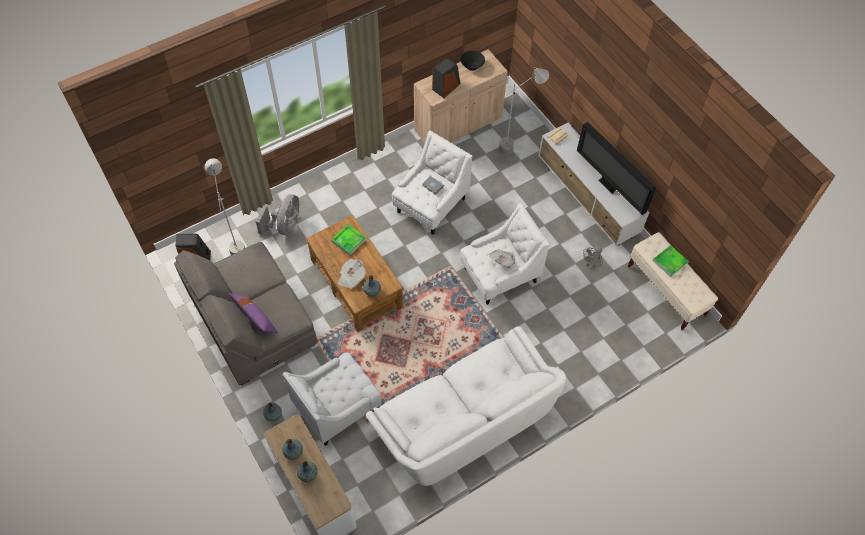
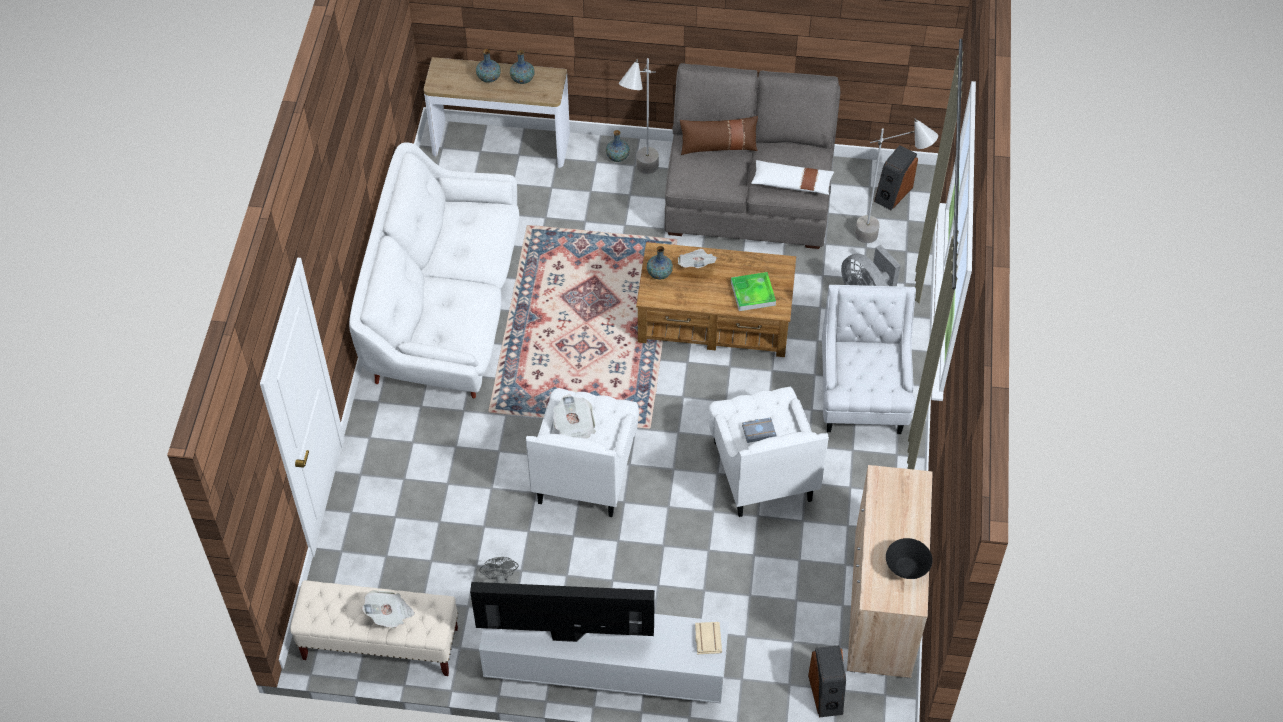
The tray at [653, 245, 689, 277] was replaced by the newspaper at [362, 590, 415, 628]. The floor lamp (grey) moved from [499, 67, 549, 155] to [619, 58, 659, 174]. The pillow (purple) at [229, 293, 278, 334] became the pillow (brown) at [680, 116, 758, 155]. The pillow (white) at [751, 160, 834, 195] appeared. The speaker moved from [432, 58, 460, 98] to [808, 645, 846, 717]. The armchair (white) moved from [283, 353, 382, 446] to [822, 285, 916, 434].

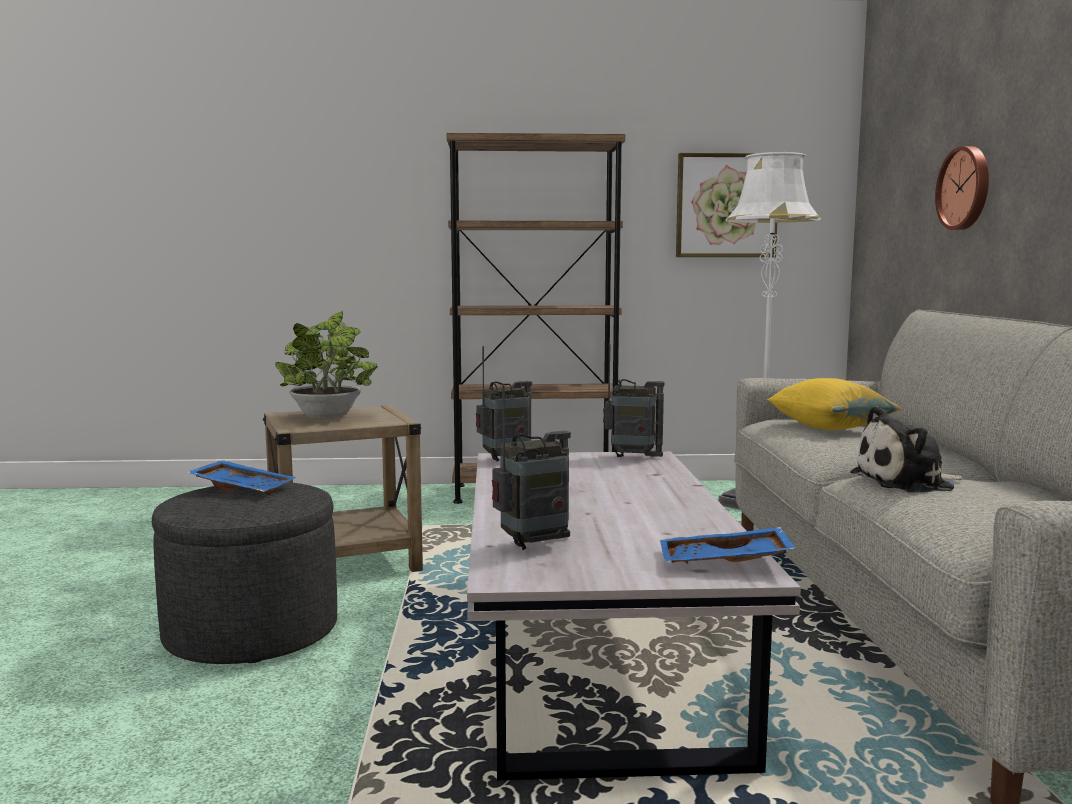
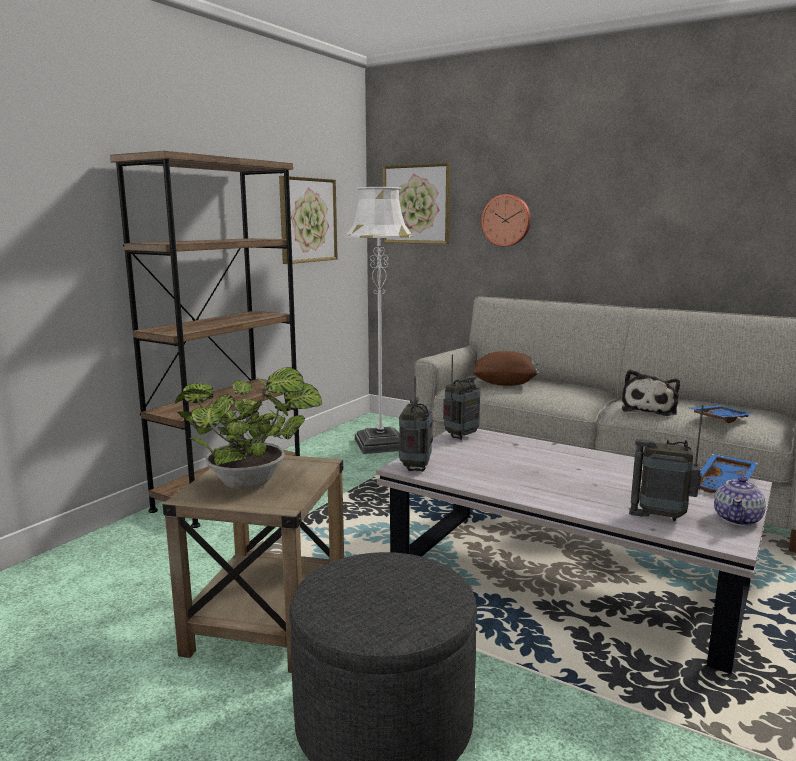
The picture at [383, 163, 451, 244] appeared. The pillow (yellow) at [767, 378, 901, 430] became the pillow (brown) at [473, 351, 539, 386]. The radio at [492, 383, 571, 550] turned 75 degrees counterclockwise. The tray (blue) moved from [187, 460, 296, 495] to [690, 405, 752, 423]. The teapot at [714, 476, 766, 526] appeared.

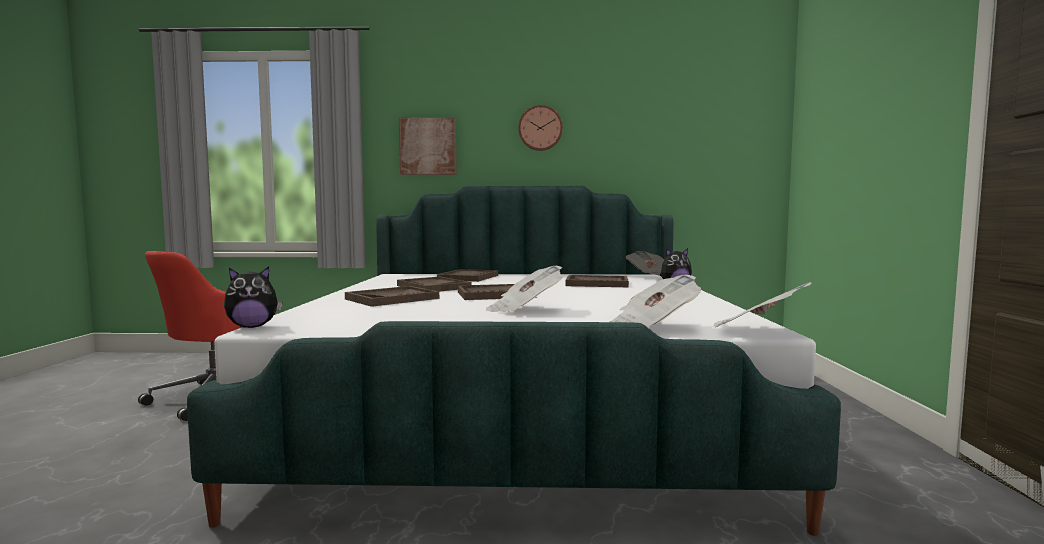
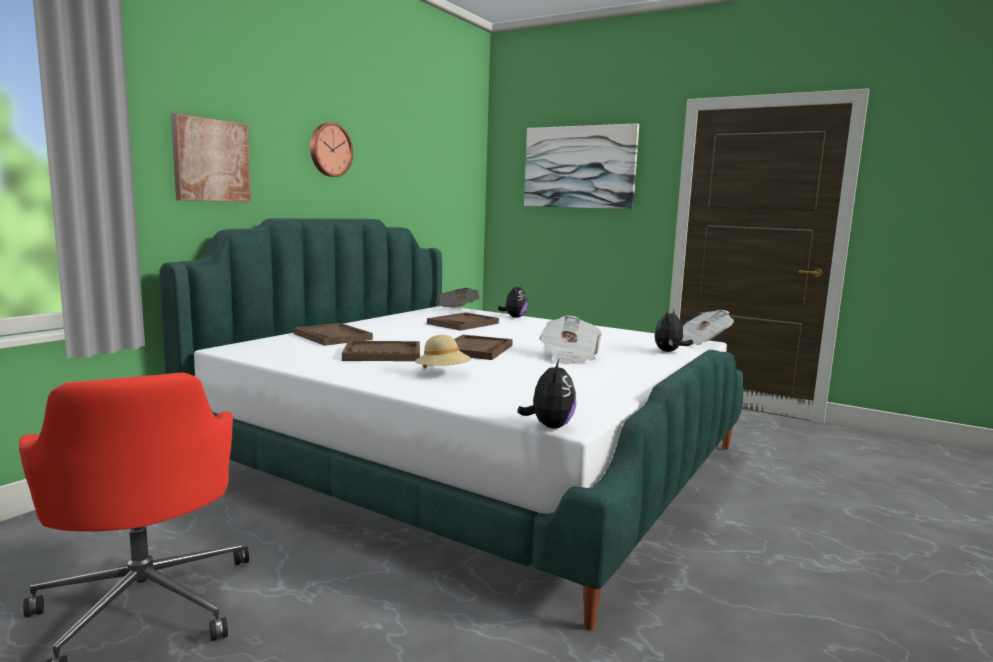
The tray (brown) at [345, 286, 439, 307] was replaced by the hat (beige) at [415, 335, 472, 369]. The picture at [524, 123, 639, 209] appeared. The newspaper at [610, 275, 701, 328] was replaced by the plush toy at [654, 309, 693, 352].

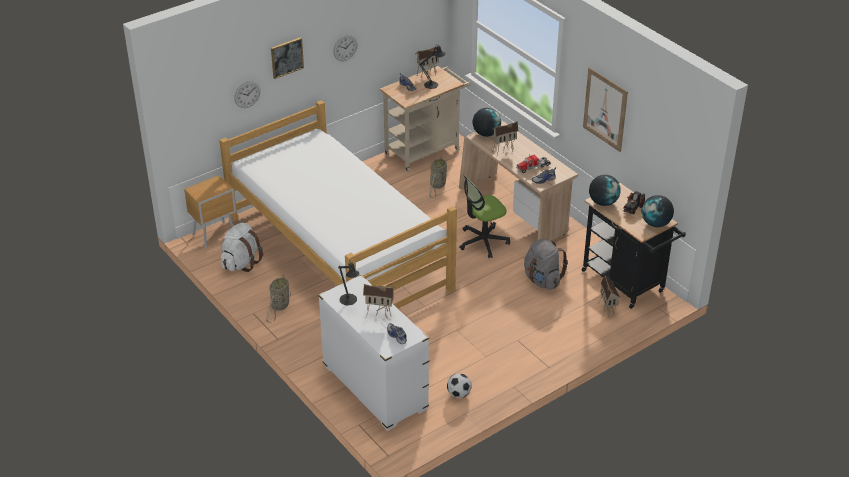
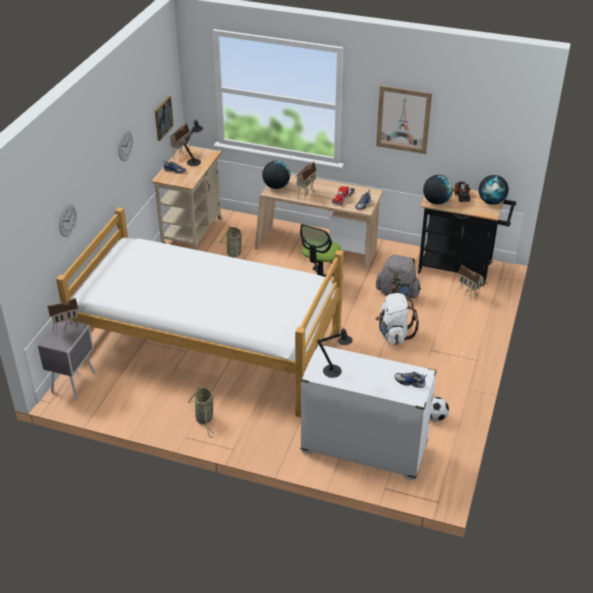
The nightstand (brown) at [184, 175, 236, 248] became the nightstand (grey) at [38, 320, 95, 399]. The toy house moved from [363, 284, 395, 320] to [47, 298, 79, 338]. The picture moved from [271, 37, 304, 79] to [155, 96, 174, 141]. The backpack (white) moved from [221, 223, 263, 272] to [376, 293, 419, 345].

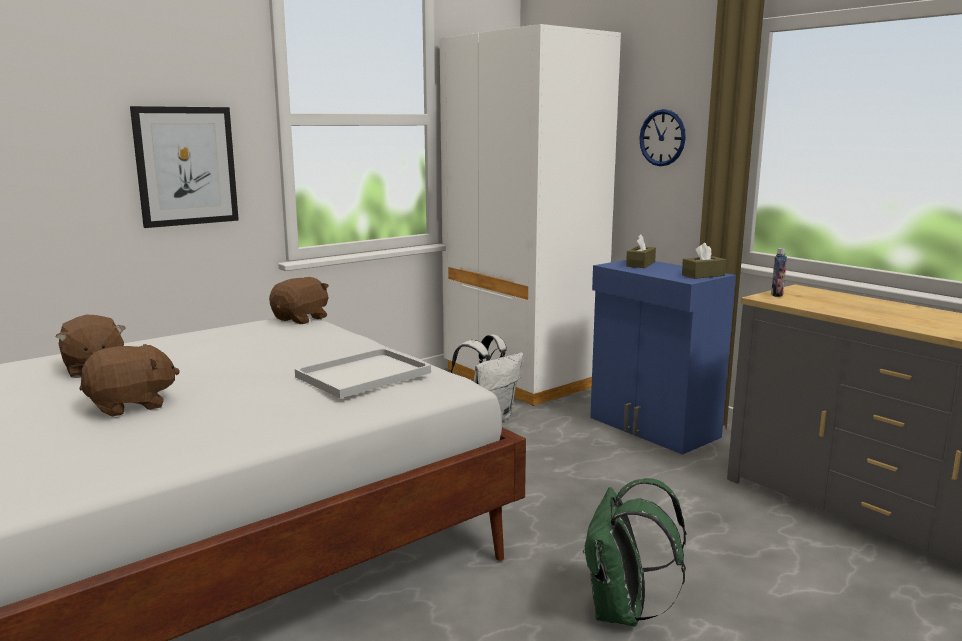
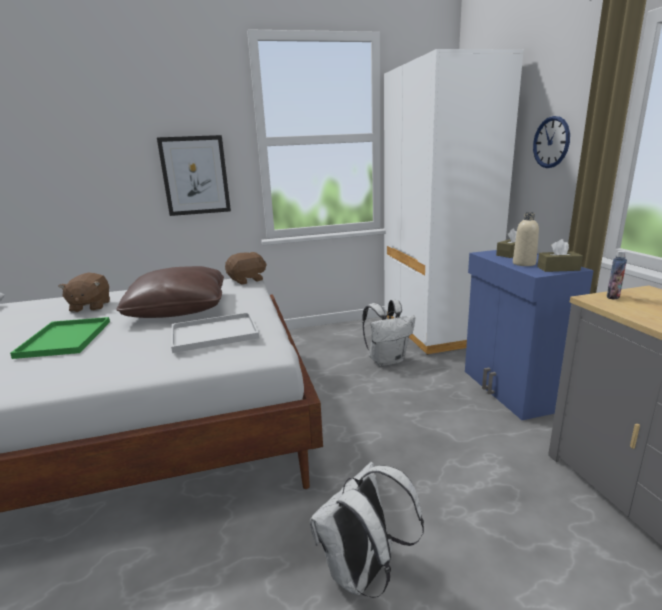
The plush toy (brown) at [79, 344, 180, 417] was replaced by the tray (green) at [10, 317, 110, 359]. The pillow (brown) at [116, 266, 224, 318] appeared. The backpack (green) at [583, 478, 686, 626] became the backpack (white) at [310, 462, 424, 598]. The bottle (beige) at [513, 212, 539, 266] appeared.

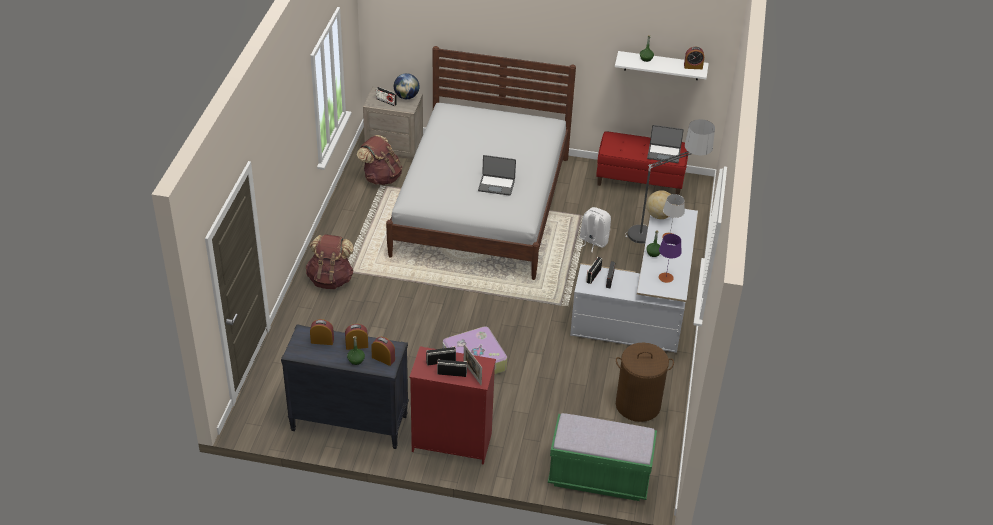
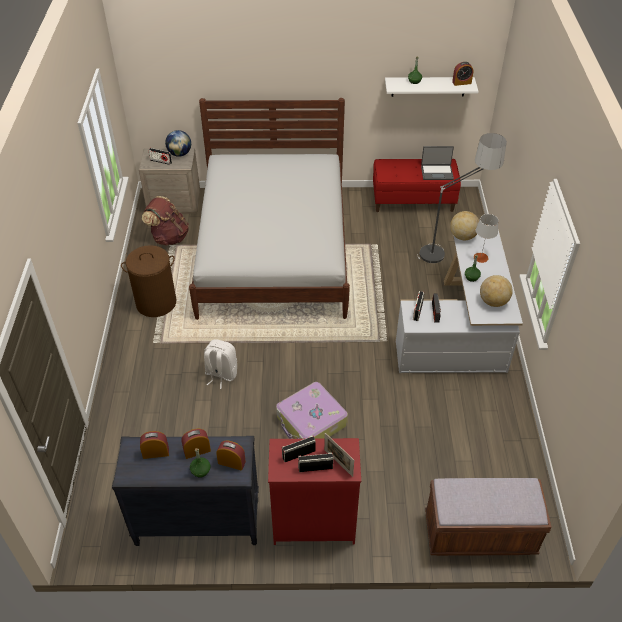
The laundry basket (brown) moved from [616, 343, 674, 422] to [121, 245, 176, 317]. The backpack (white) moved from [579, 207, 611, 252] to [204, 339, 237, 389]. The bench (green) at [548, 413, 657, 501] became the bench (brown) at [425, 478, 552, 556]. The table lamp (purple) at [659, 234, 682, 283] was replaced by the globe at [480, 275, 513, 307]. The backpack (brown) at [306, 234, 354, 289] disappeared. The laptop at [478, 155, 516, 196] disappeared.

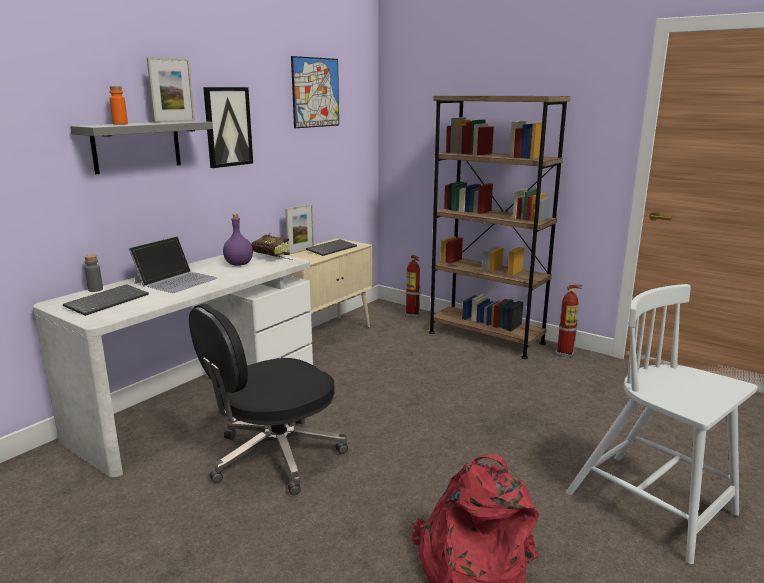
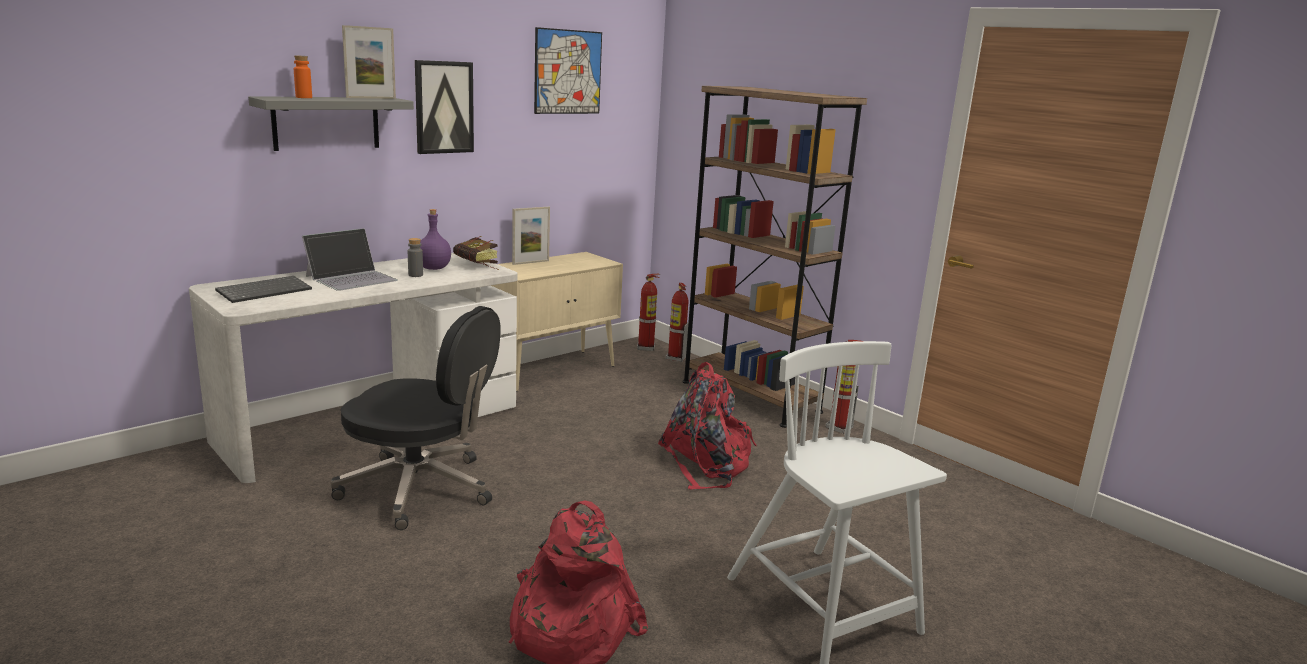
The office chair (black) at [189, 303, 348, 495] turned 135 degrees counterclockwise. The bottle (grey) moved from [85, 255, 103, 292] to [408, 238, 423, 277]. The fire extinguisher at [637, 274, 660, 351] appeared. The backpack (red) at [658, 362, 757, 490] appeared. The keyboard at [306, 239, 357, 256] disappeared.

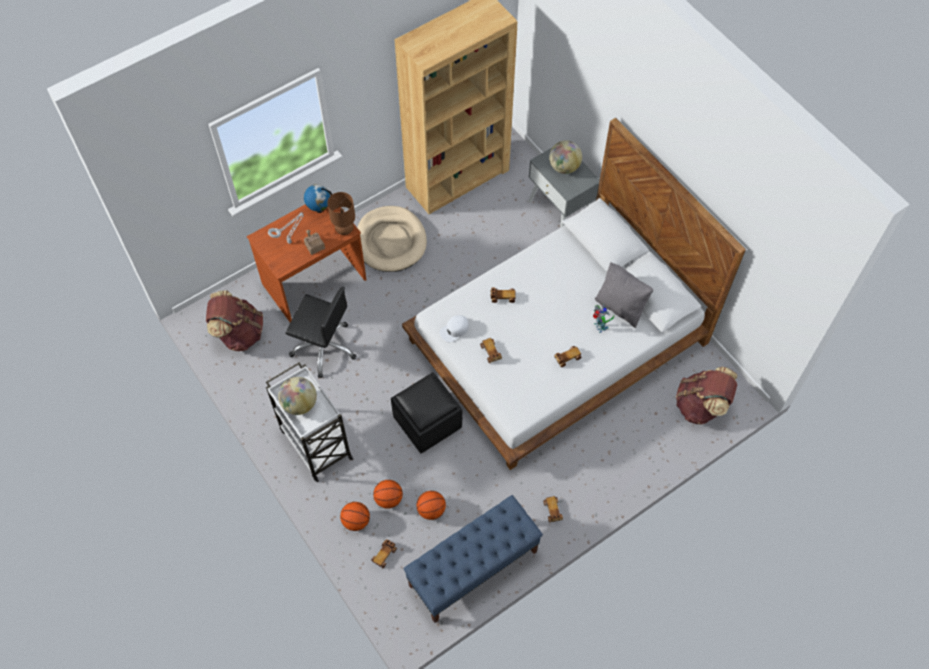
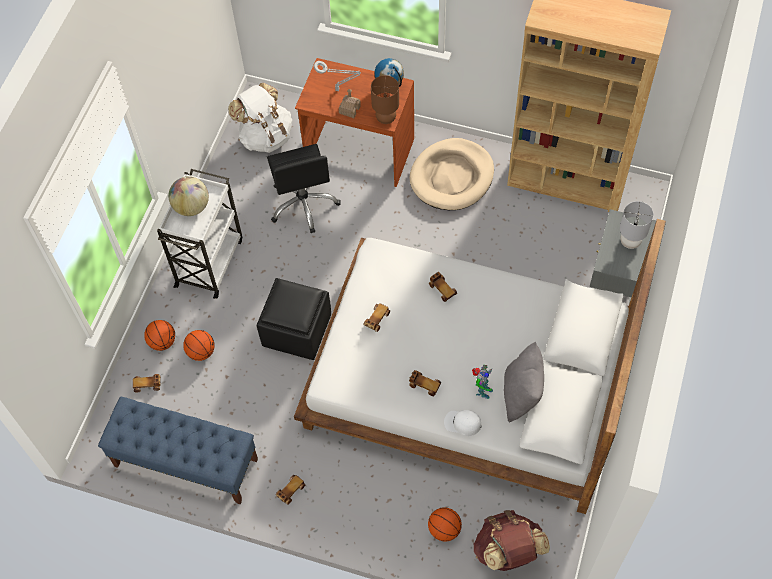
The backpack (brown) at [206, 291, 263, 351] became the backpack (white) at [228, 83, 292, 153]. The basketball moved from [416, 491, 446, 520] to [428, 507, 462, 541]. The cap (white) moved from [440, 315, 469, 342] to [444, 410, 482, 436]. The globe at [549, 140, 582, 174] was replaced by the table lamp (grey) at [620, 201, 654, 249].

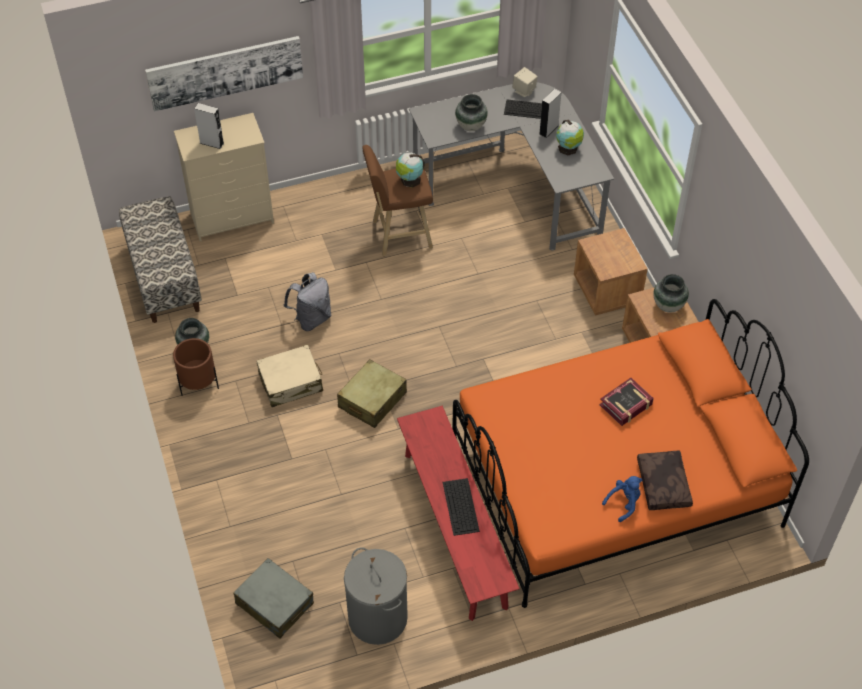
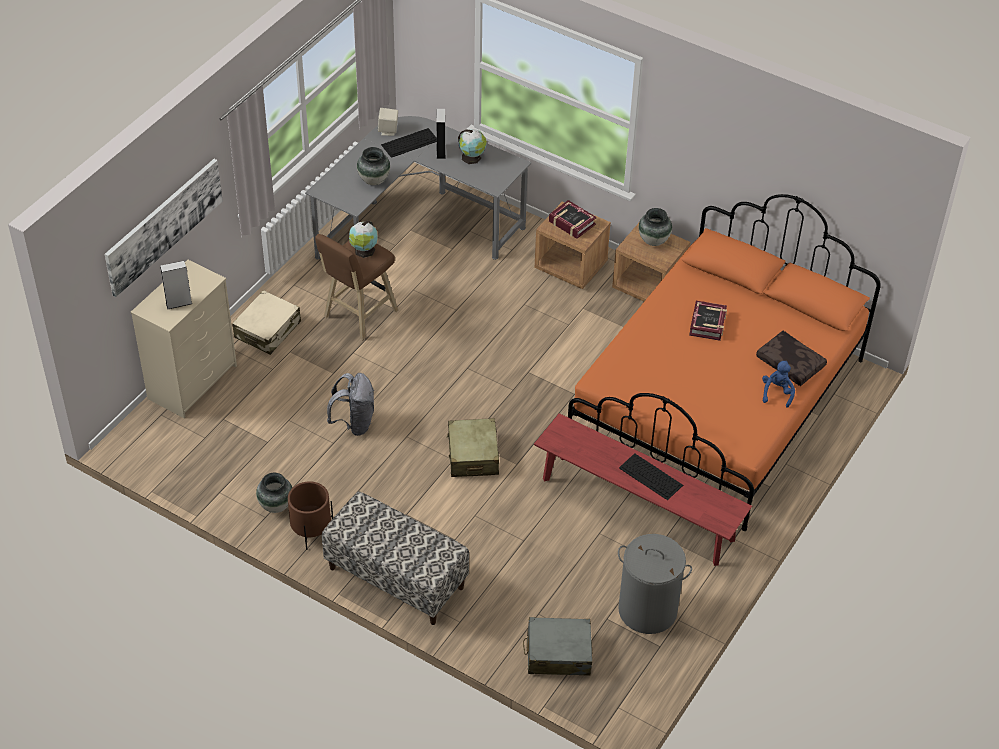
The suitcase (beige) moved from [256, 344, 323, 407] to [232, 290, 301, 355]. The bench moved from [119, 196, 202, 323] to [322, 492, 469, 625]. The book at [549, 200, 596, 239] appeared.

